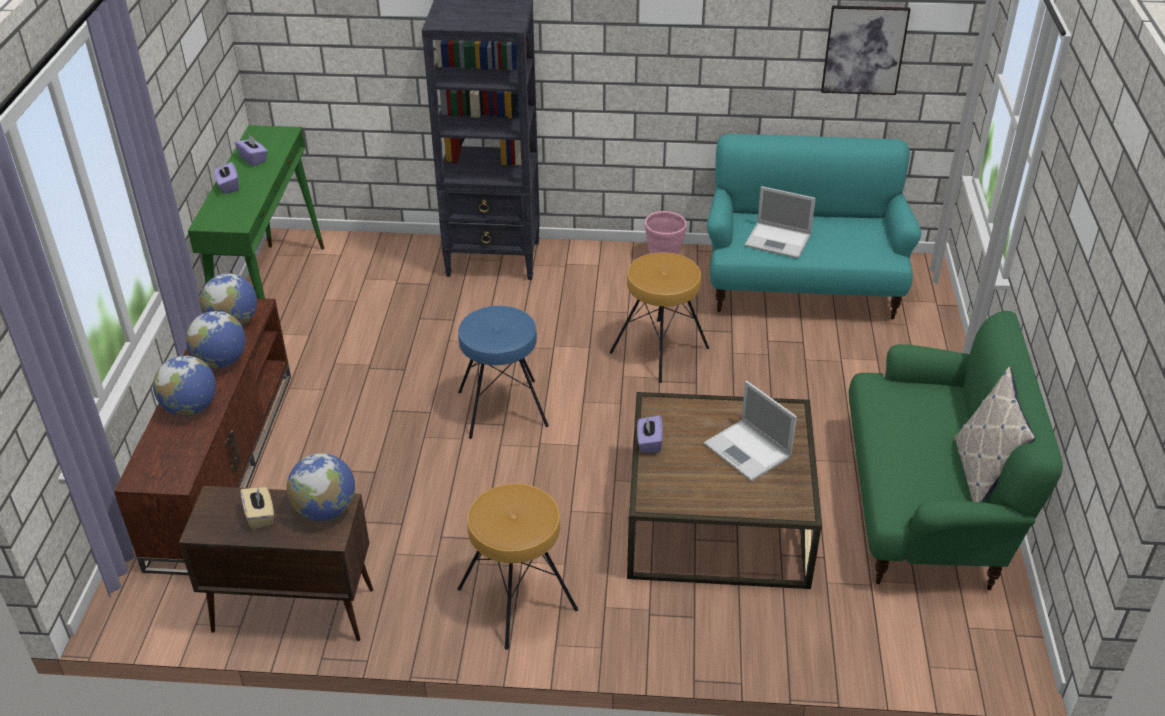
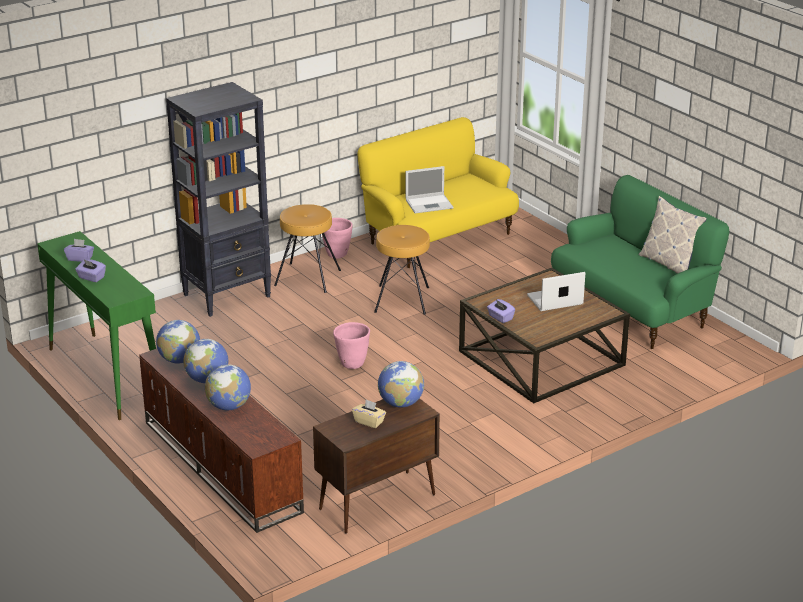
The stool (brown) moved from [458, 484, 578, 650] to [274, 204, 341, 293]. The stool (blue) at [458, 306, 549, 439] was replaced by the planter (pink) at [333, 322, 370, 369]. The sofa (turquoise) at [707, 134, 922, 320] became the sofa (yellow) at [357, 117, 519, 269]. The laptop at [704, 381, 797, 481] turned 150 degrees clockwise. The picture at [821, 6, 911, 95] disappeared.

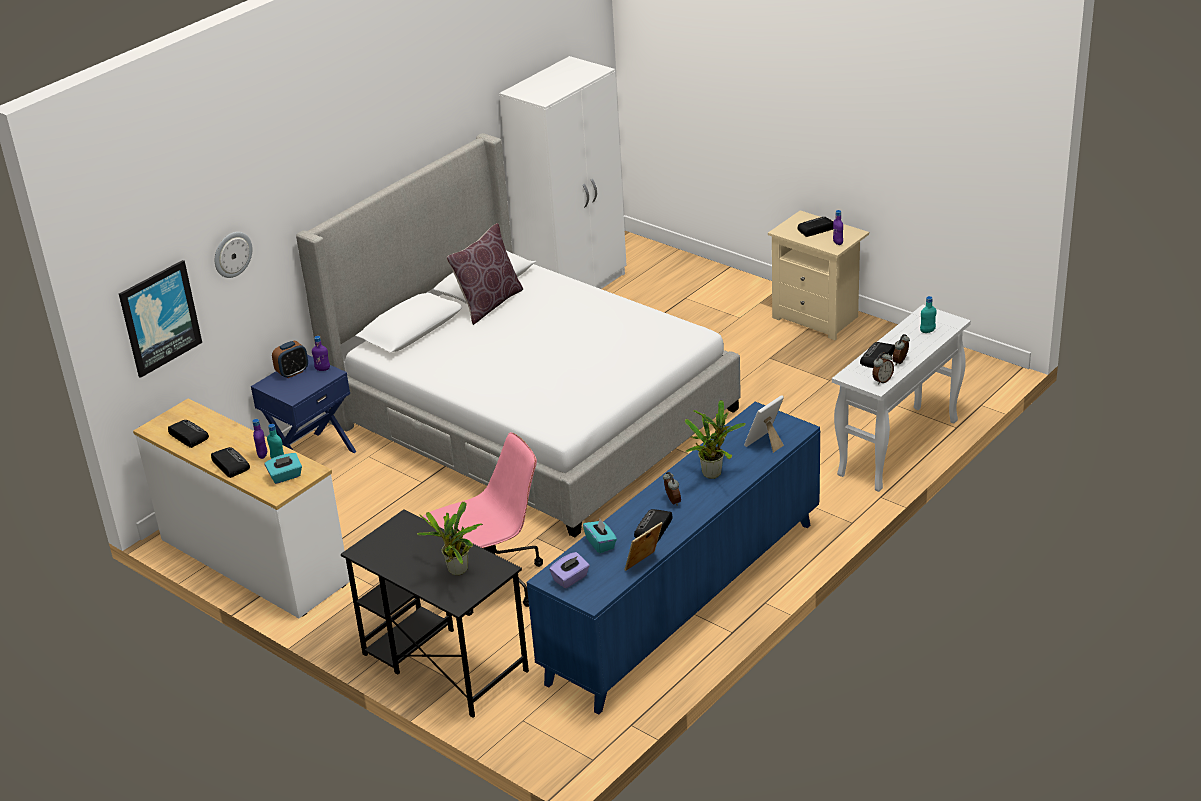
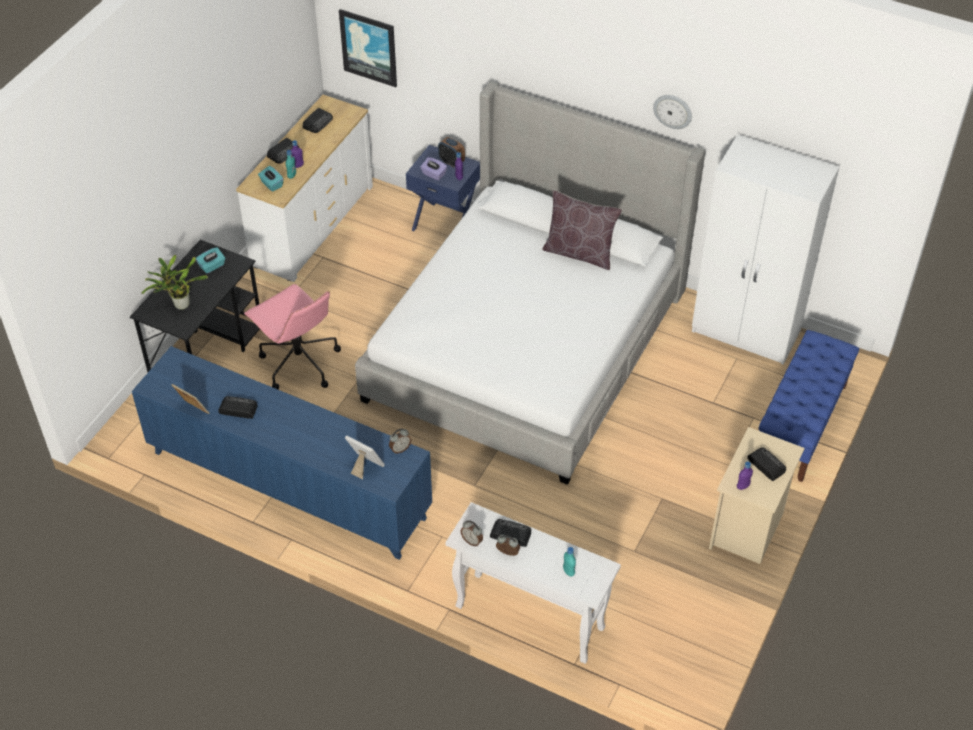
The tissue box (turquoise) moved from [583, 519, 617, 553] to [196, 247, 225, 274]. The alarm clock moved from [663, 472, 681, 506] to [389, 429, 411, 453]. The tissue box (purple) moved from [549, 552, 590, 588] to [420, 157, 447, 181]. The wall clock moved from [215, 232, 252, 278] to [653, 95, 692, 129]. The bench (blue) at [759, 330, 859, 482] appeared. The potted plant at [685, 400, 746, 479] disappeared.

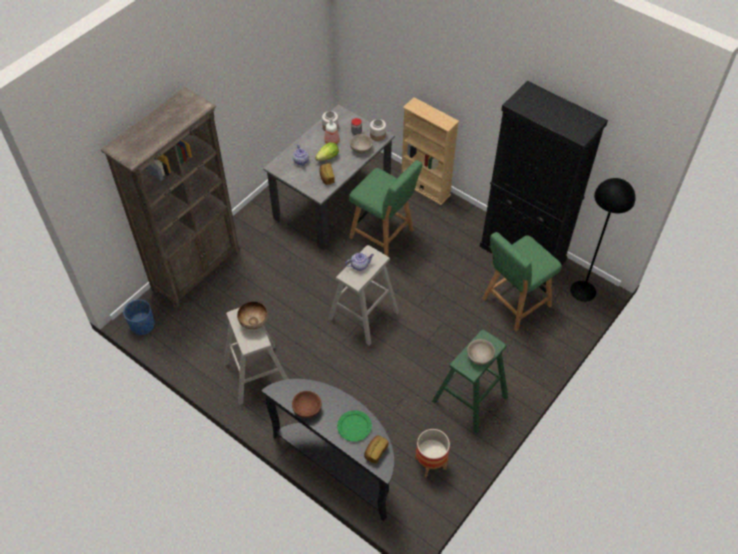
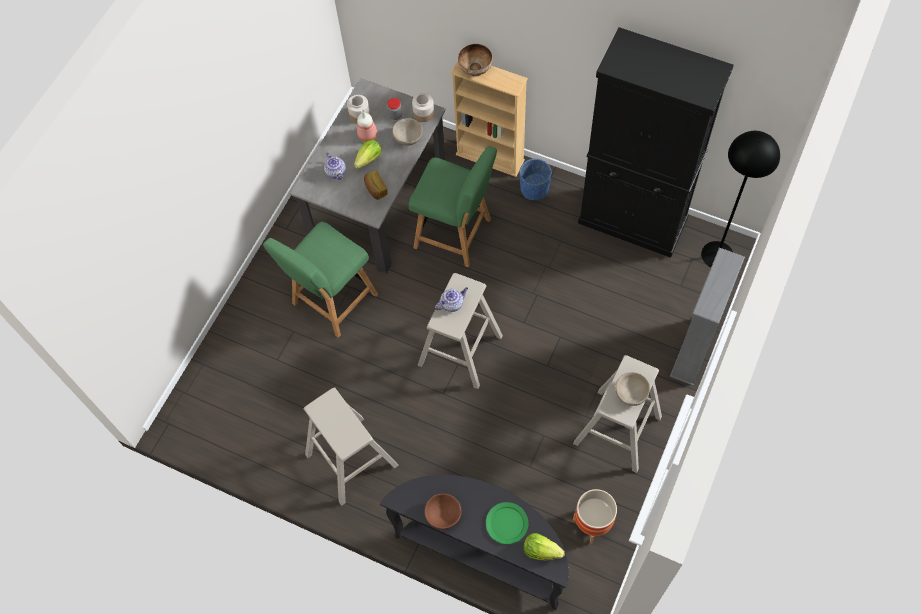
The chair (green) moved from [482, 232, 562, 331] to [263, 222, 378, 338]. The bowl moved from [237, 301, 268, 329] to [458, 44, 493, 77]. The planter (blue) moved from [123, 299, 154, 335] to [519, 159, 551, 200]. The bread at [364, 435, 388, 464] was replaced by the lettuce at [523, 533, 565, 560]. The stool (green) at [432, 329, 508, 434] became the stool (beige) at [573, 355, 662, 473]. The bookcase (grey) at [670, 248, 745, 386] appeared. The bookcase (brown) at [101, 87, 240, 309] disappeared.

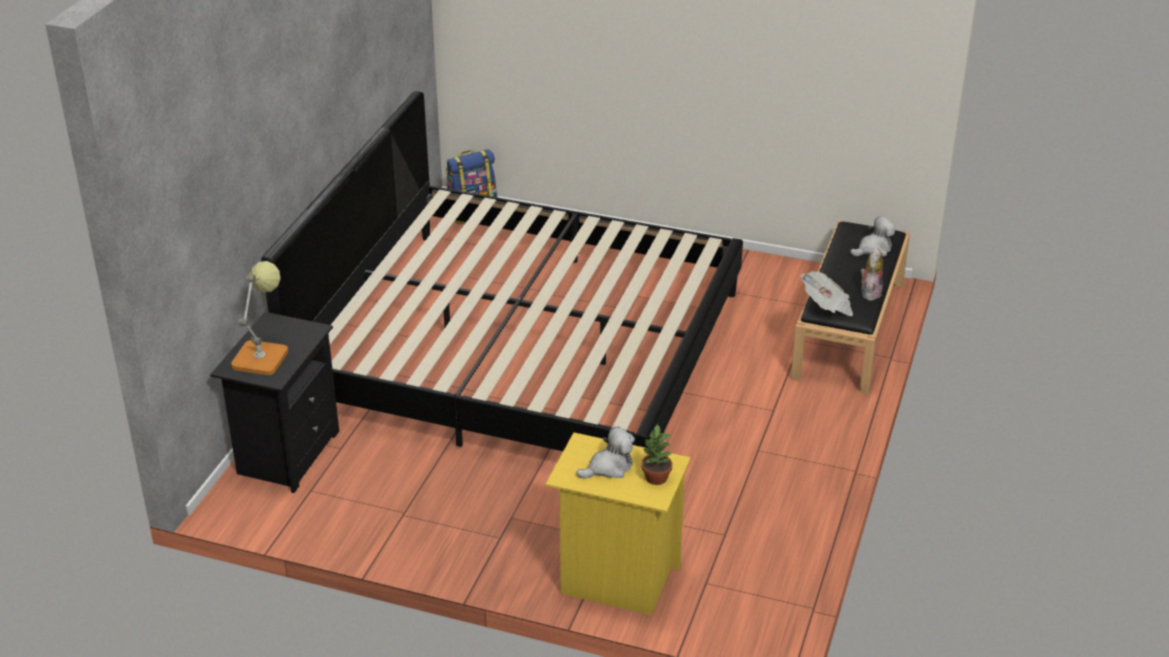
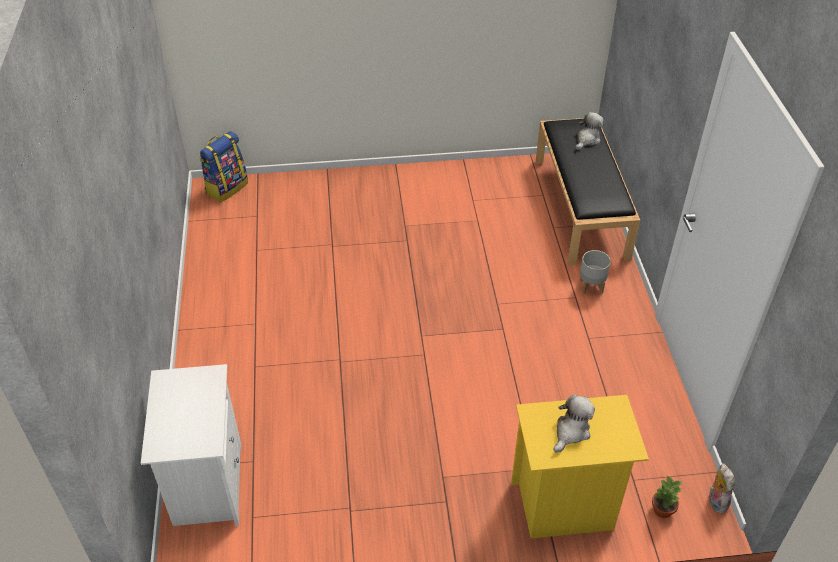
The nightstand (black) at [210, 312, 339, 493] became the nightstand (white) at [141, 364, 241, 526]. The planter (grey) at [580, 250, 611, 294] appeared. The potted plant moved from [641, 424, 672, 485] to [652, 476, 682, 518]. The plush toy moved from [861, 248, 883, 301] to [709, 463, 735, 514]. The table lamp at [231, 261, 288, 375] disappeared. The bed at [261, 91, 743, 451] disappeared. The newspaper at [801, 271, 853, 316] disappeared.

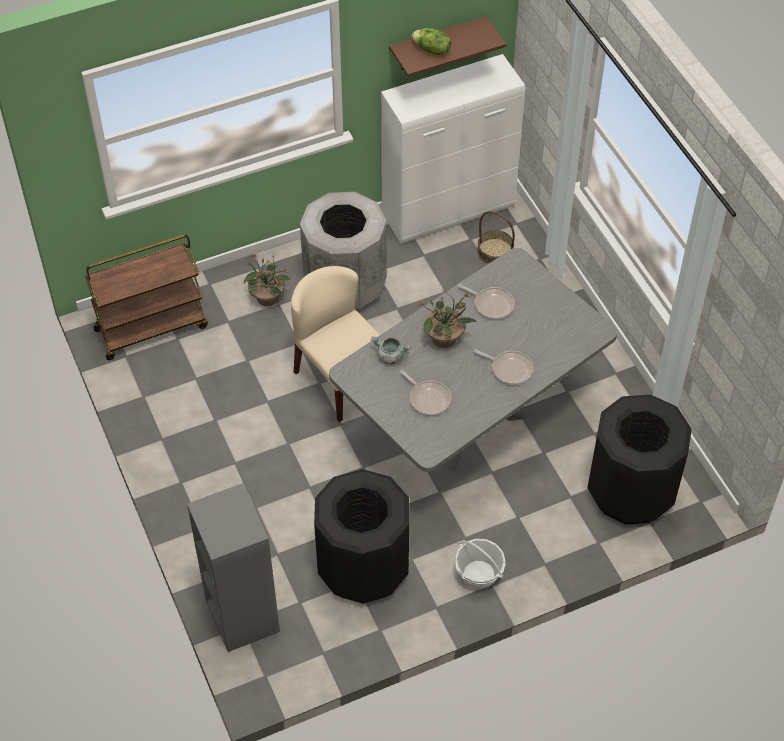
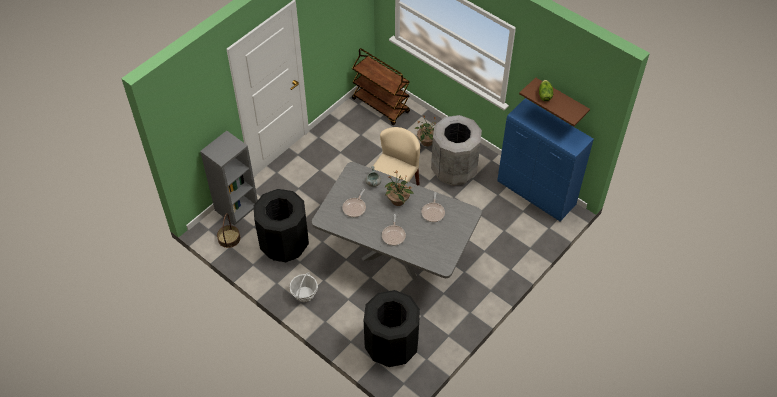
The basket moved from [477, 211, 515, 264] to [217, 213, 240, 248]. The cabinet (white) at [381, 54, 525, 244] became the cabinet (blue) at [497, 98, 594, 221].

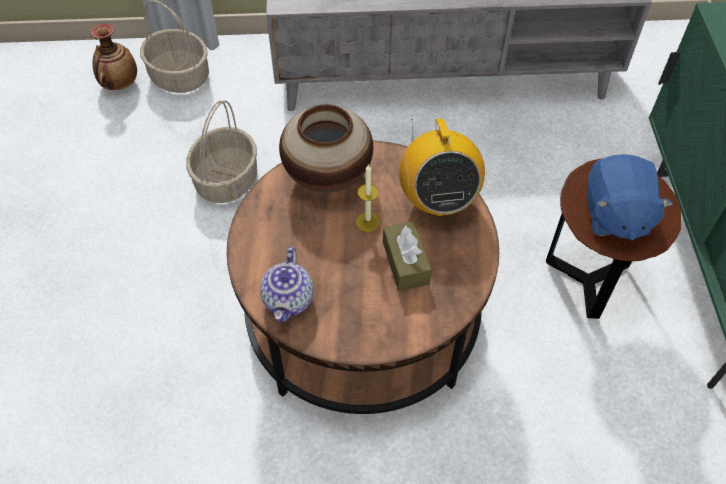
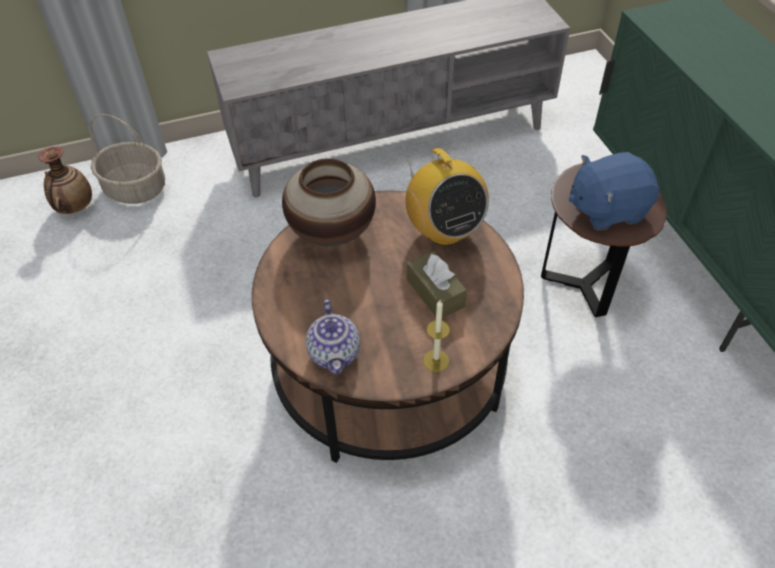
The candle moved from [356, 164, 380, 232] to [423, 300, 450, 372]. The plush toy (blue) at [587, 154, 673, 241] turned 90 degrees clockwise. The basket at [186, 101, 257, 203] disappeared.

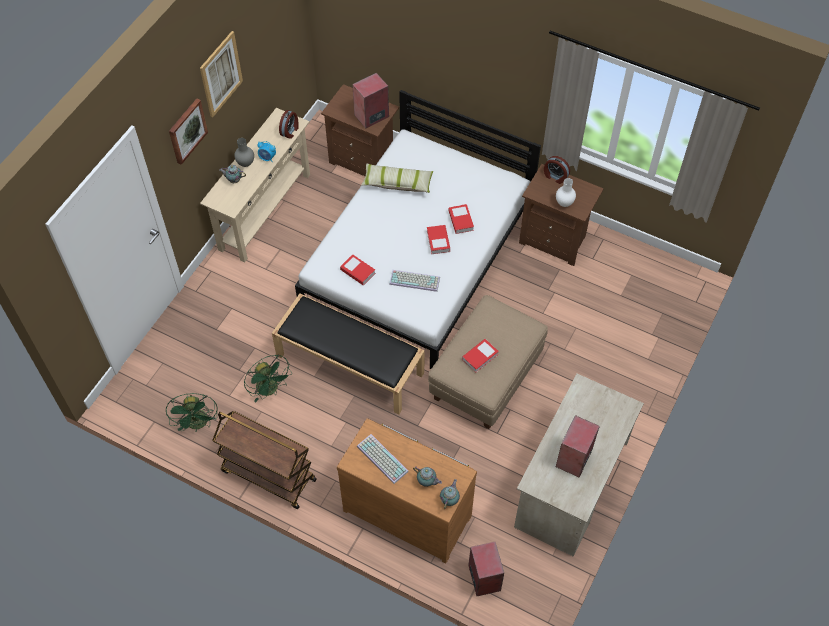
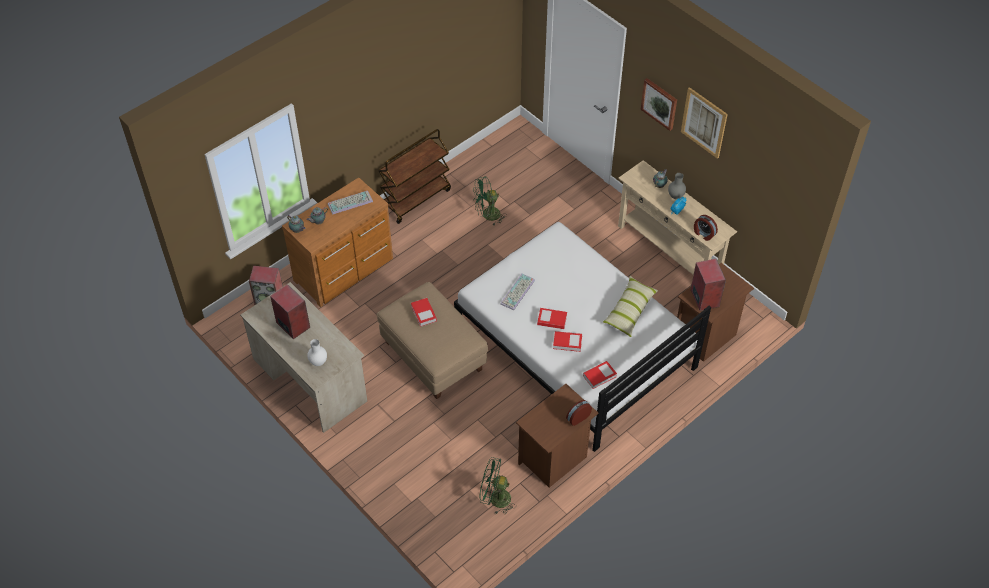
The vase (white) moved from [556, 178, 576, 207] to [307, 339, 327, 366]. The fan (green) moved from [166, 393, 217, 431] to [480, 457, 516, 514]. The book moved from [340, 254, 375, 285] to [583, 361, 617, 389]. The bench (black) at [272, 293, 425, 414] disappeared.

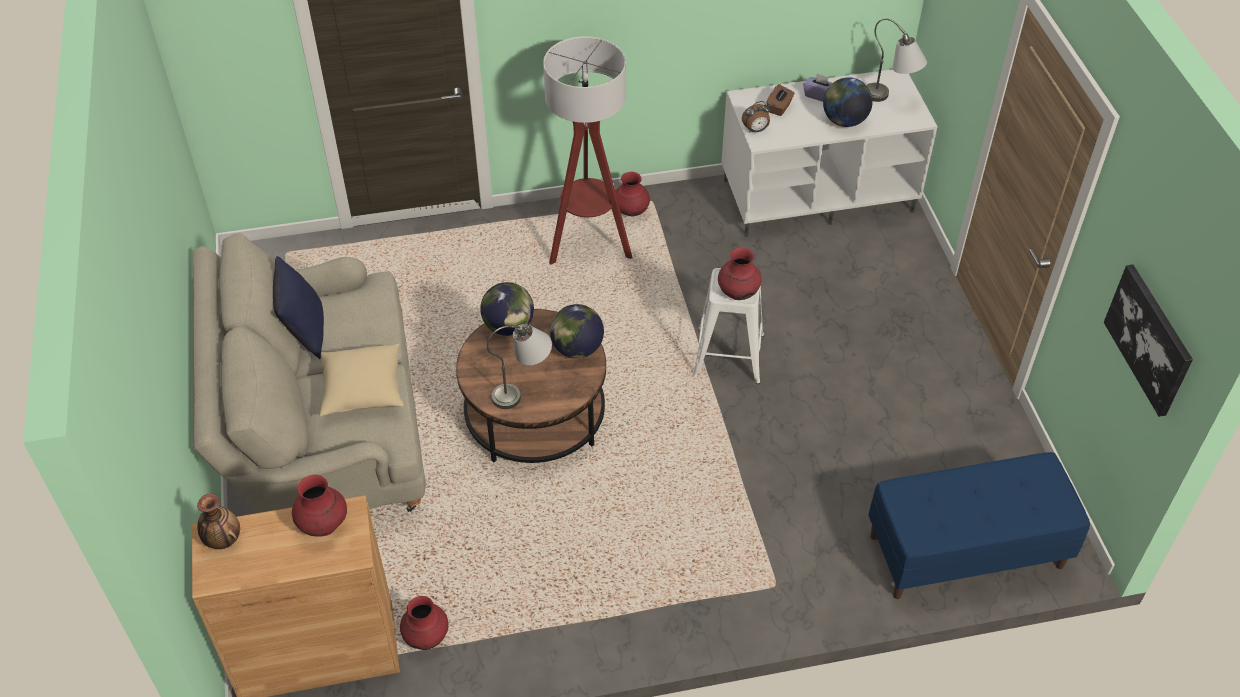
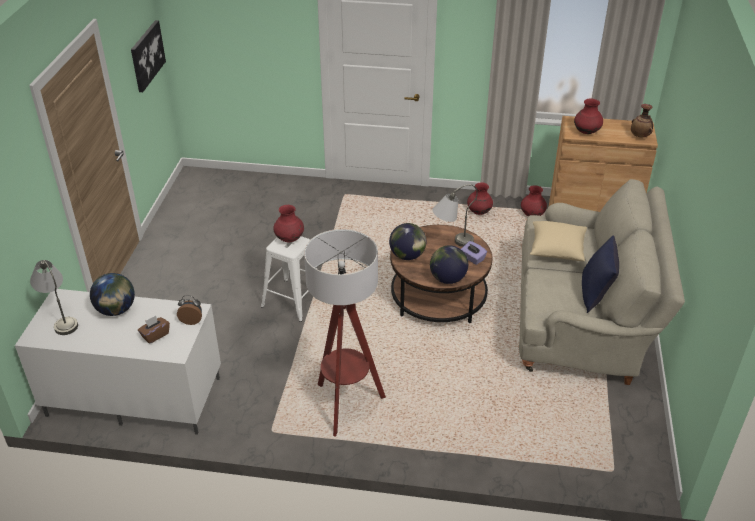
The tissue box (purple) moved from [803, 73, 832, 102] to [461, 241, 487, 265]. The vase (red) moved from [615, 172, 650, 216] to [467, 182, 493, 215]. The bench (blue) at [868, 452, 1090, 599] disappeared.

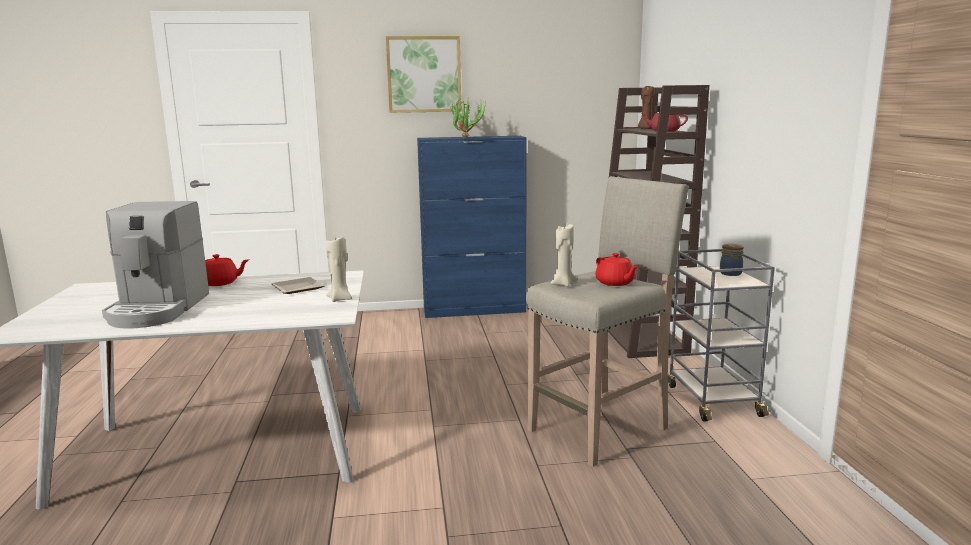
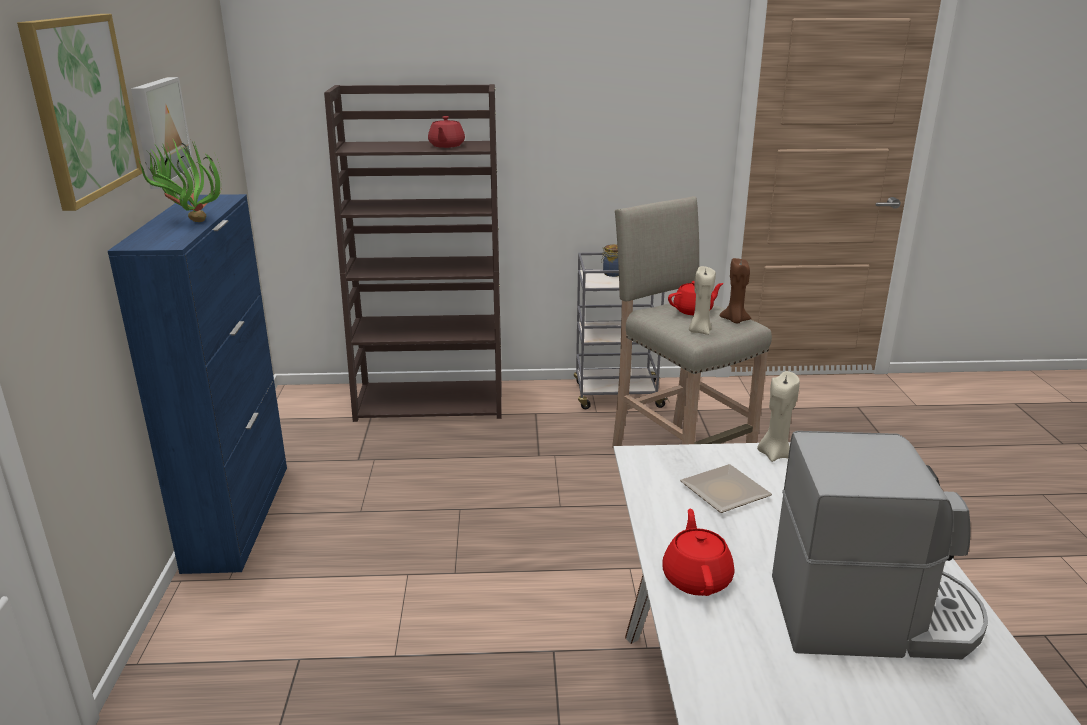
The picture at [131, 77, 193, 189] appeared. The candle (brown) moved from [638, 86, 654, 129] to [720, 258, 751, 323].

